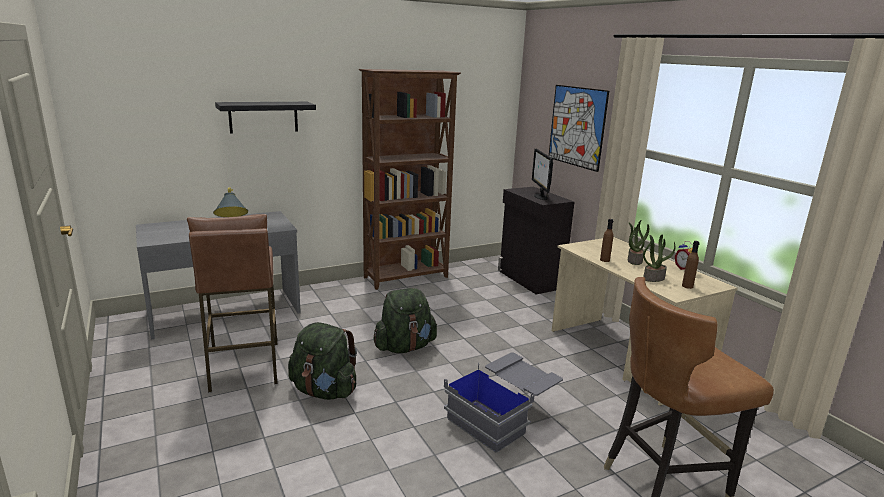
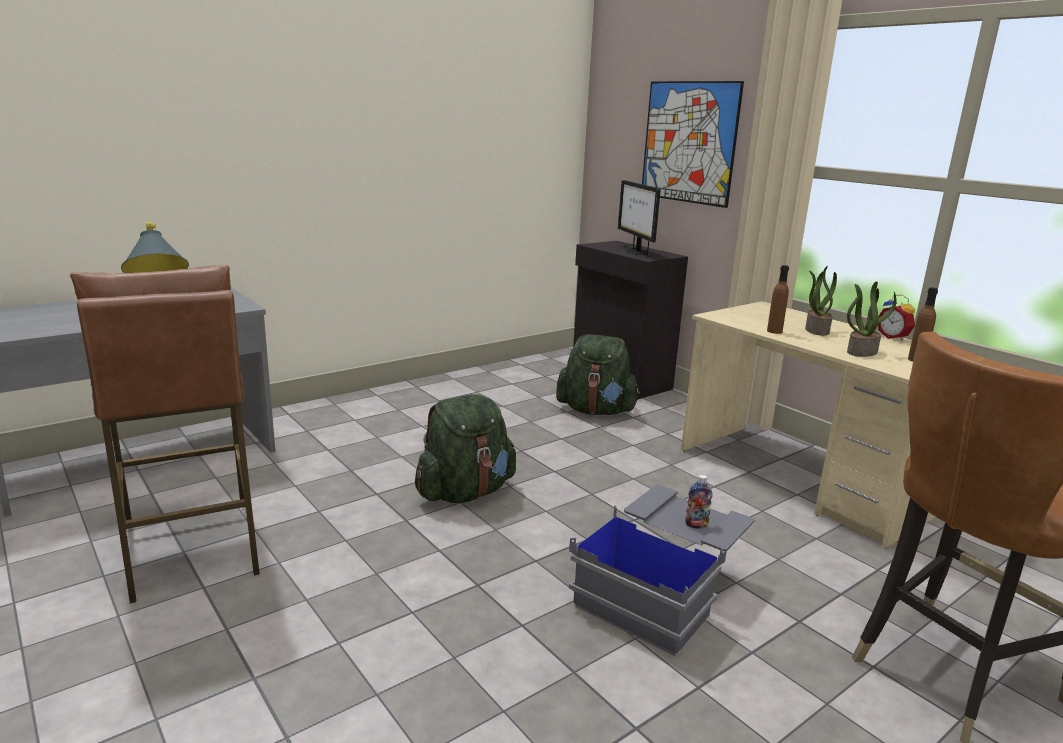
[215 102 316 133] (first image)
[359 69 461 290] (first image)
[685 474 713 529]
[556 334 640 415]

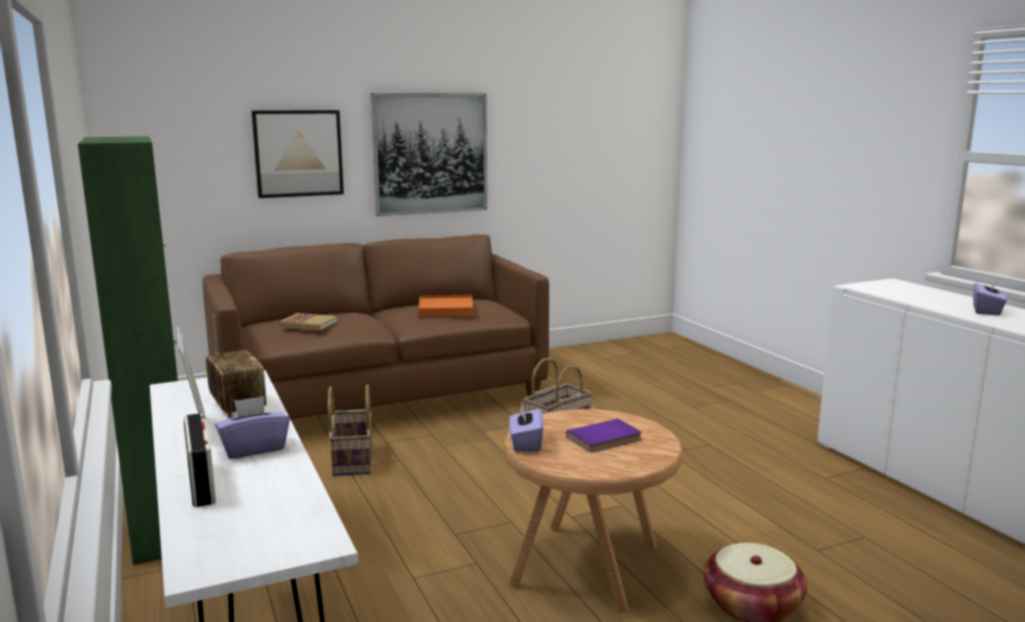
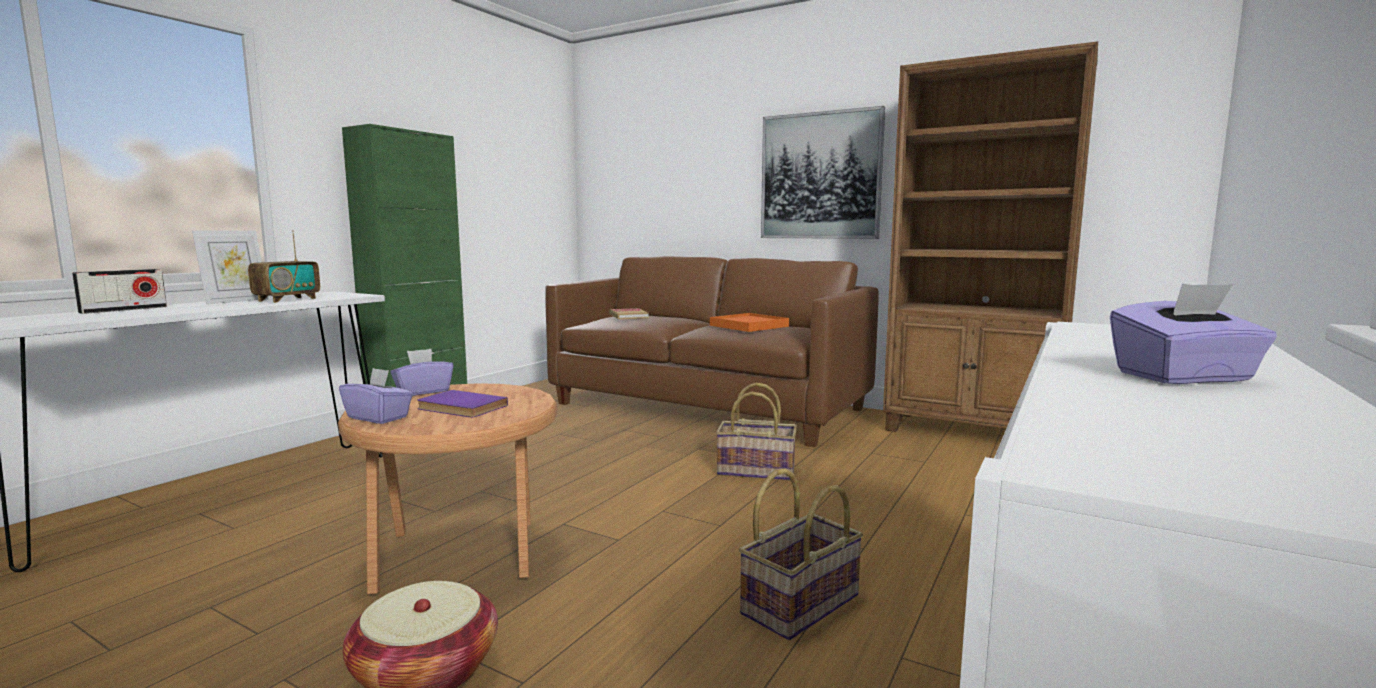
[251 110 344 198] (first image)
[883 41 1098 432]
[339 368 413 424]
[739 468 863 640]

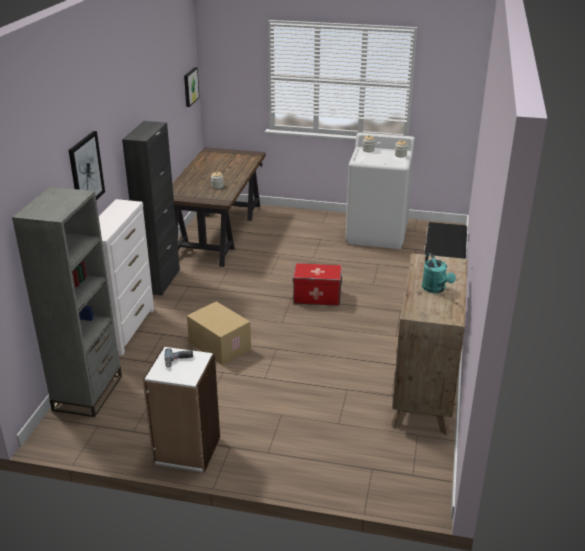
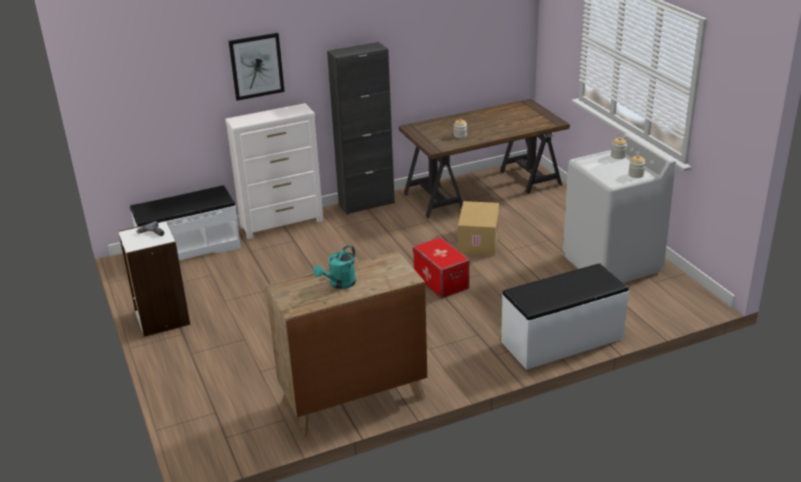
[184 67 200 107] (first image)
[458 201 499 256]
[130 185 241 260]

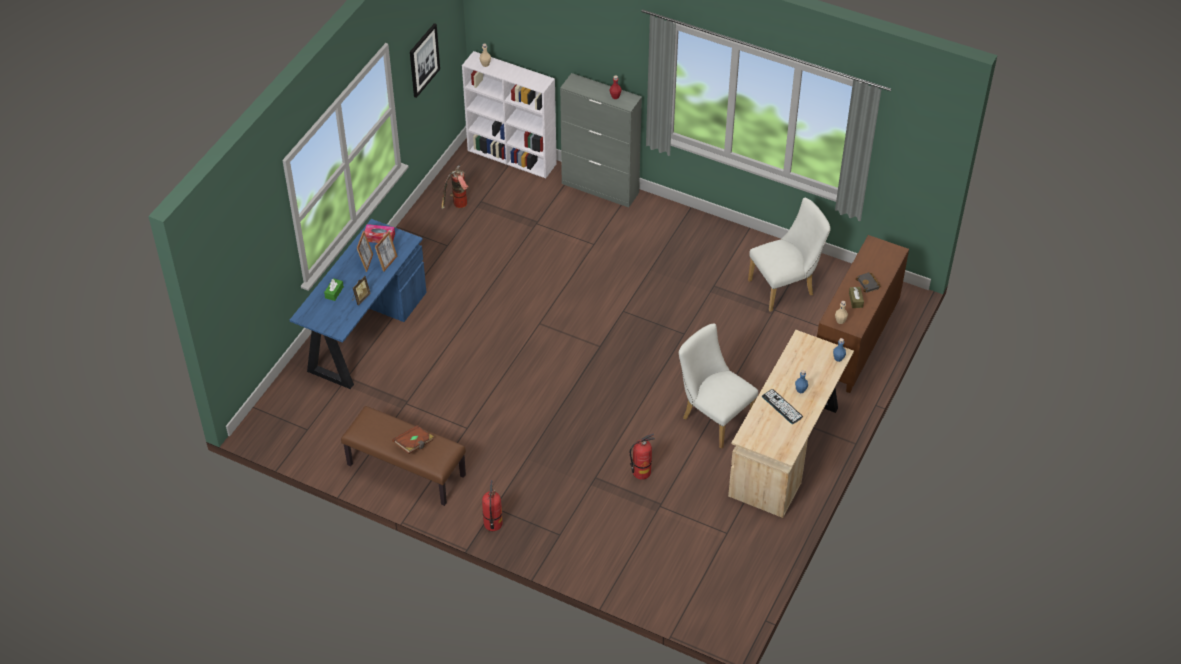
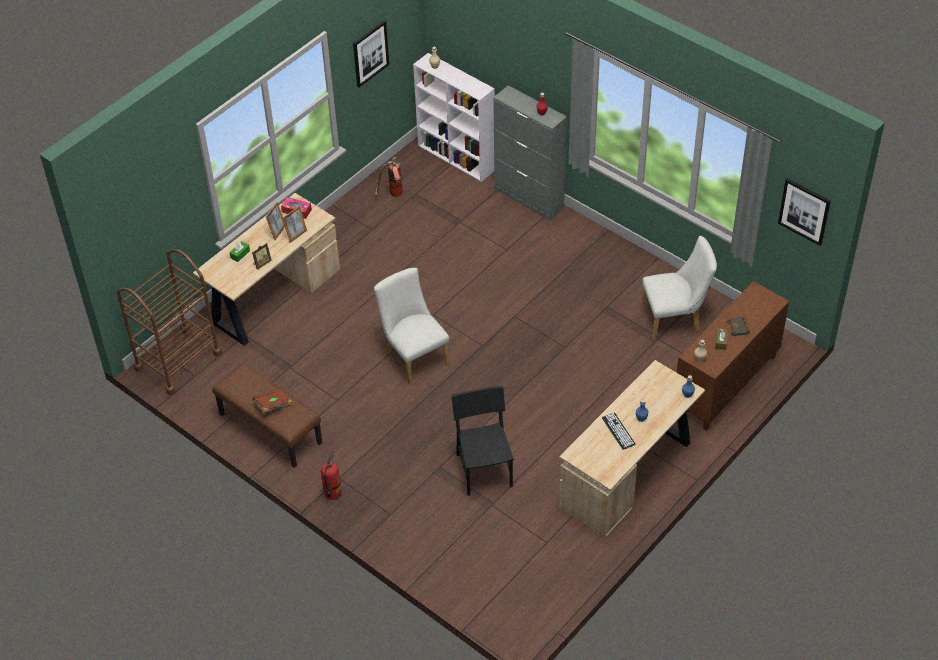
[116 249 222 395]
[778 178 831 246]
[374 268 449 384]
[452 386 514 496]
[193 193 340 346]

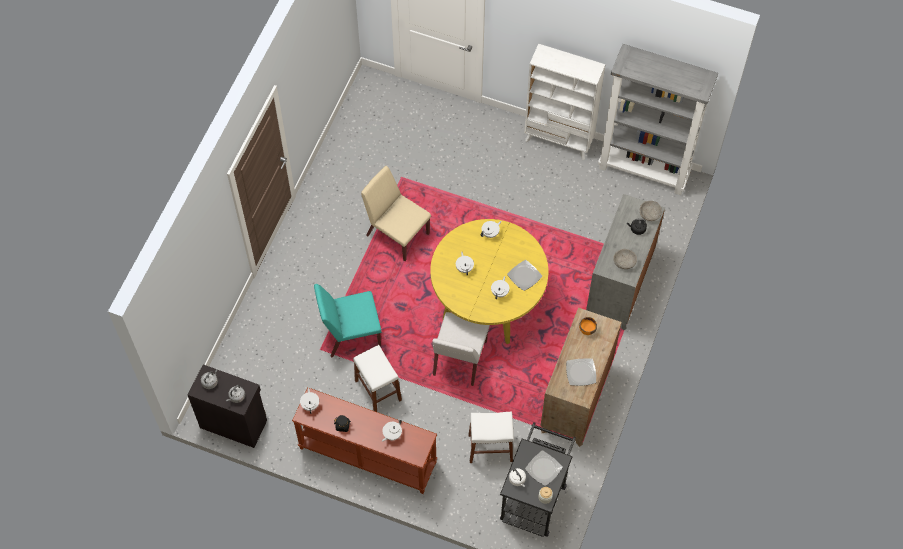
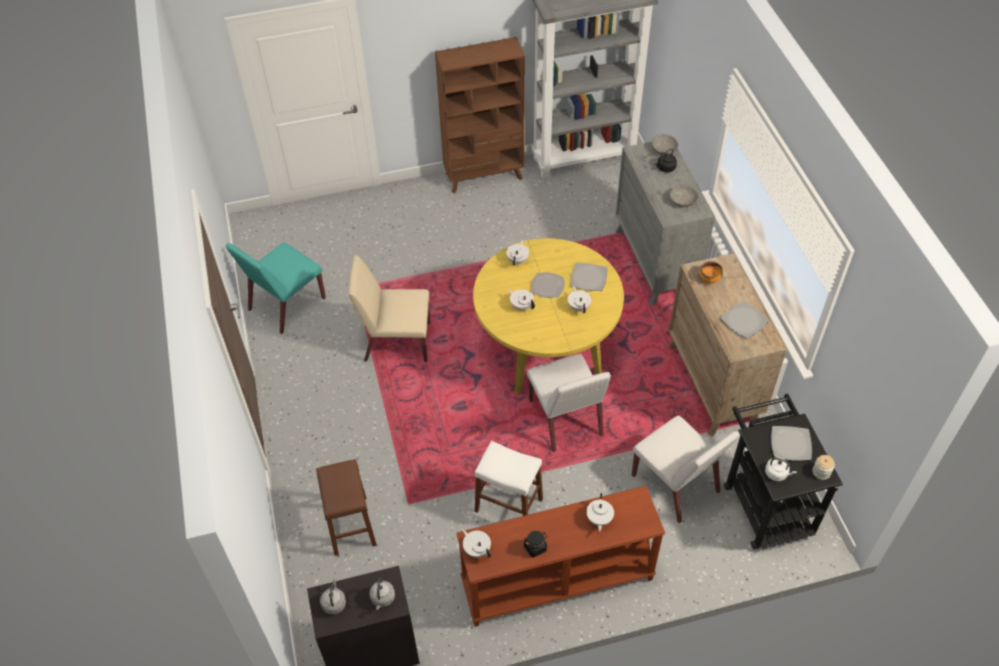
[316 459 377 556]
[531 273 565 298]
[226 242 326 334]
[632 415 740 523]
[435 37 525 193]

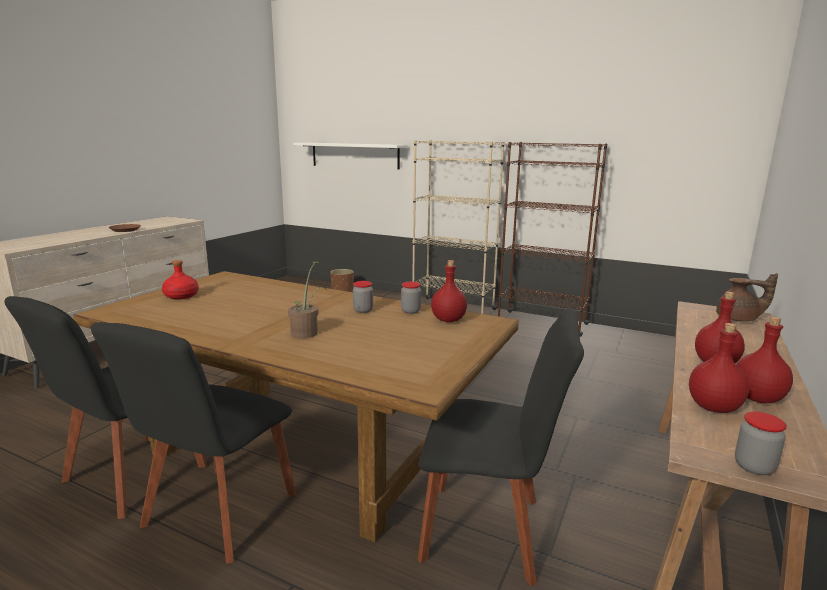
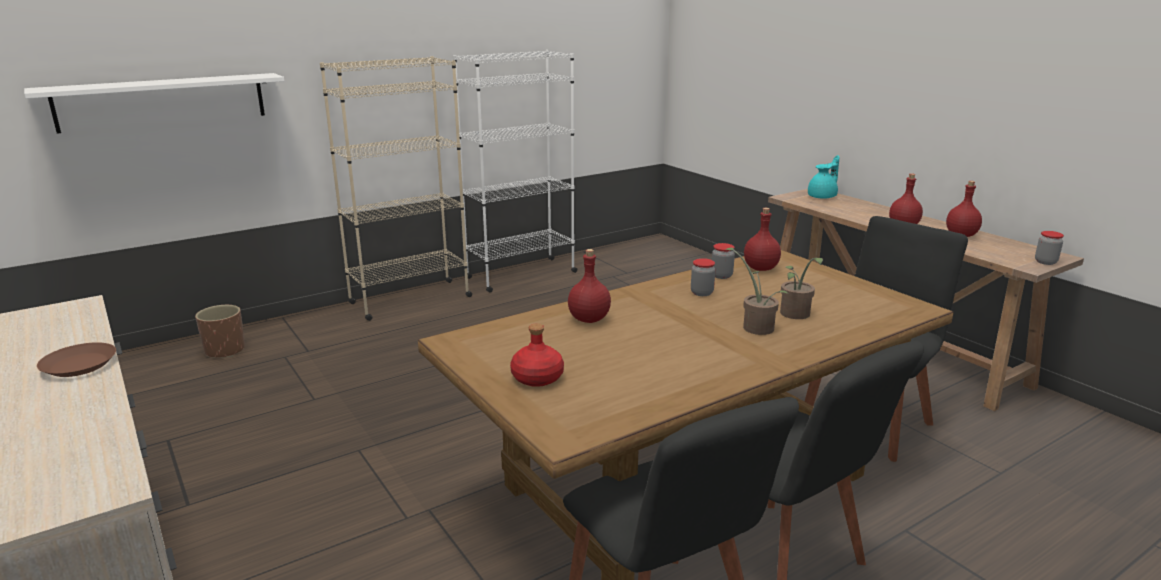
[780 257 823 319]
[568 249 611 323]
[453 50 578 293]
[808 155 839 199]

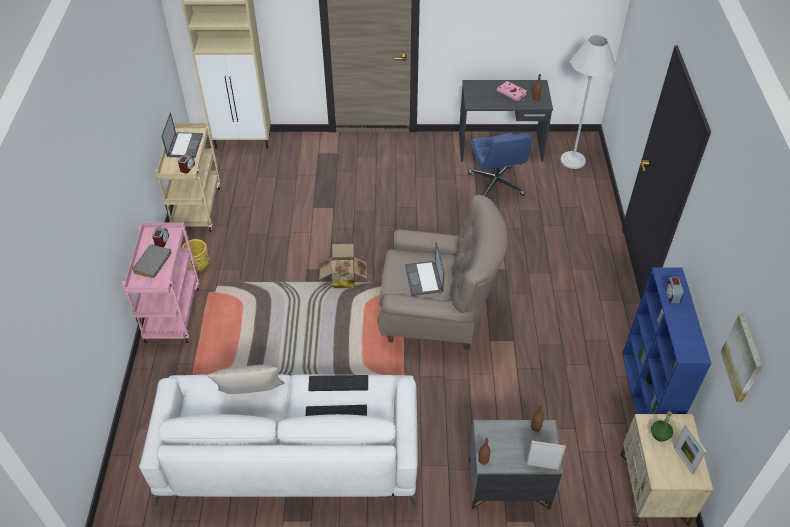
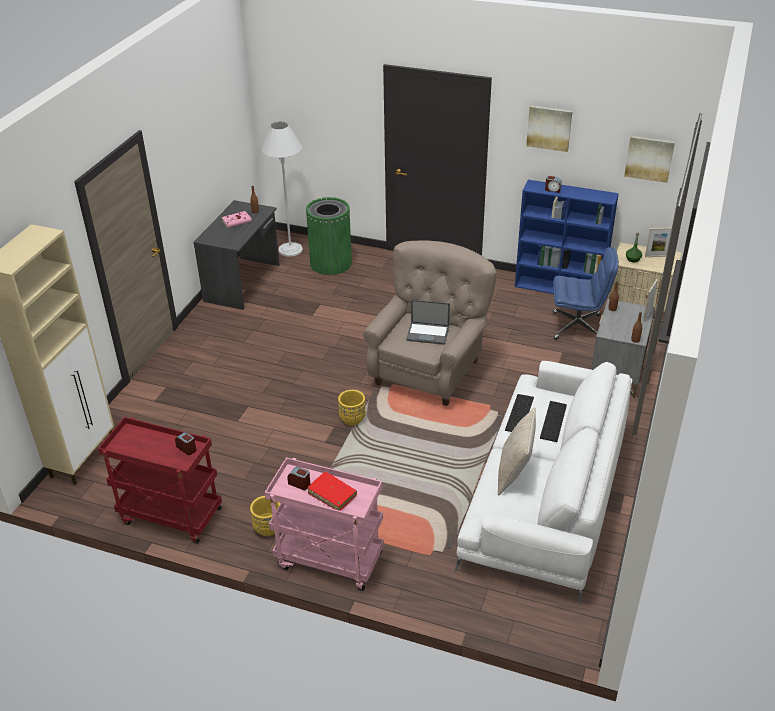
[161 112 203 158] (first image)
[306 197 352 275]
[526 105 573 152]
[552 247 619 340]
[338 390 366 425]
[308 472 357 511]
[98 417 222 544]

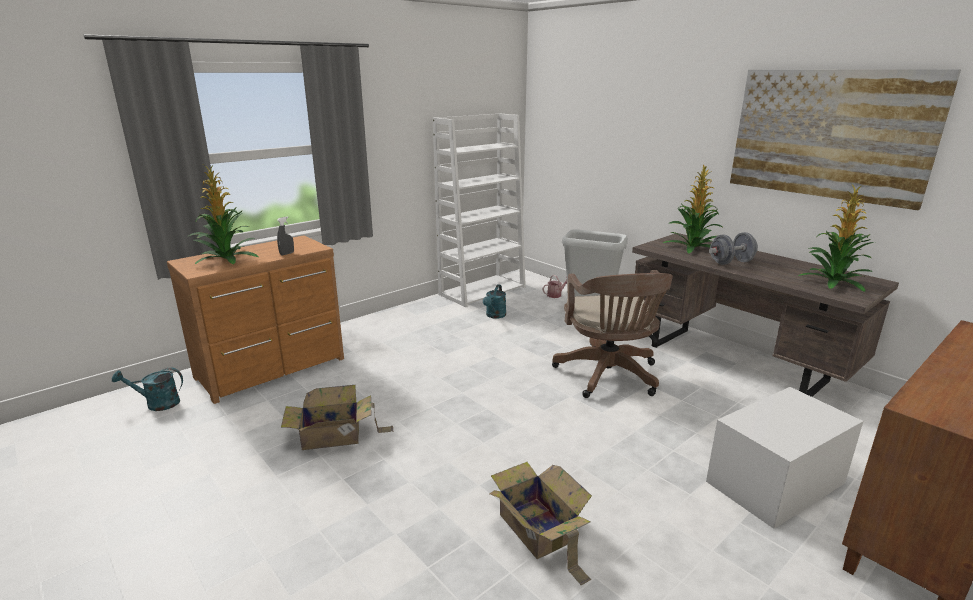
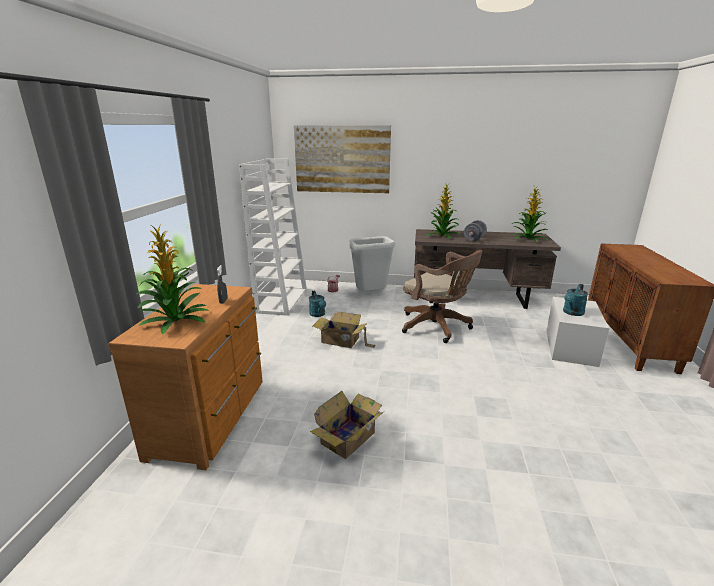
[563 284 588 316]
[313 312 376 348]
[294 125 391 193]

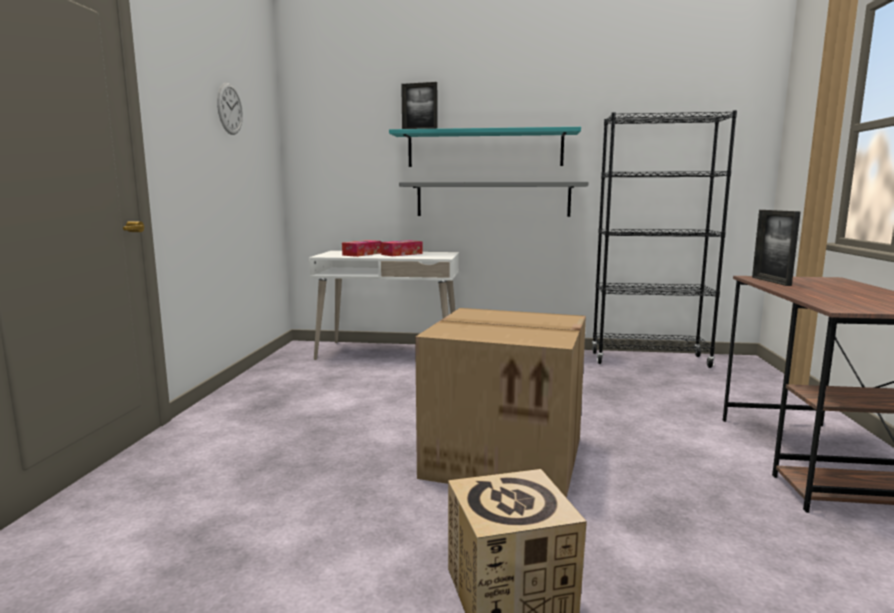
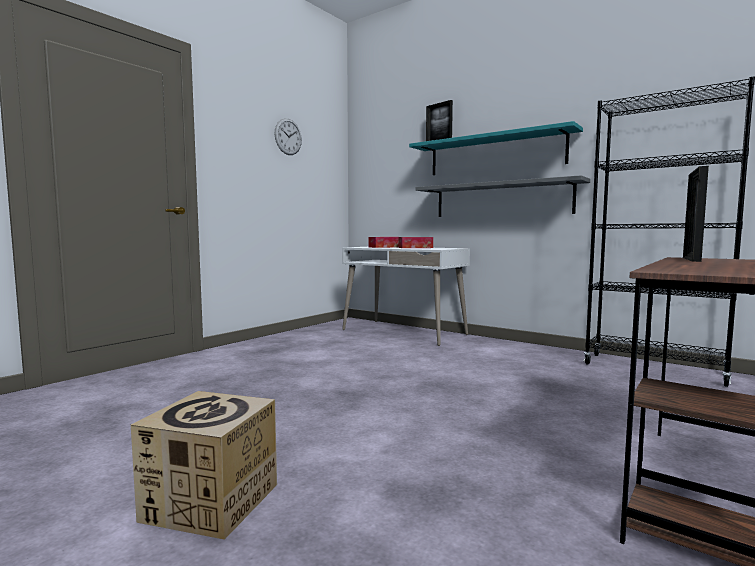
[415 308 586 498] (first image)

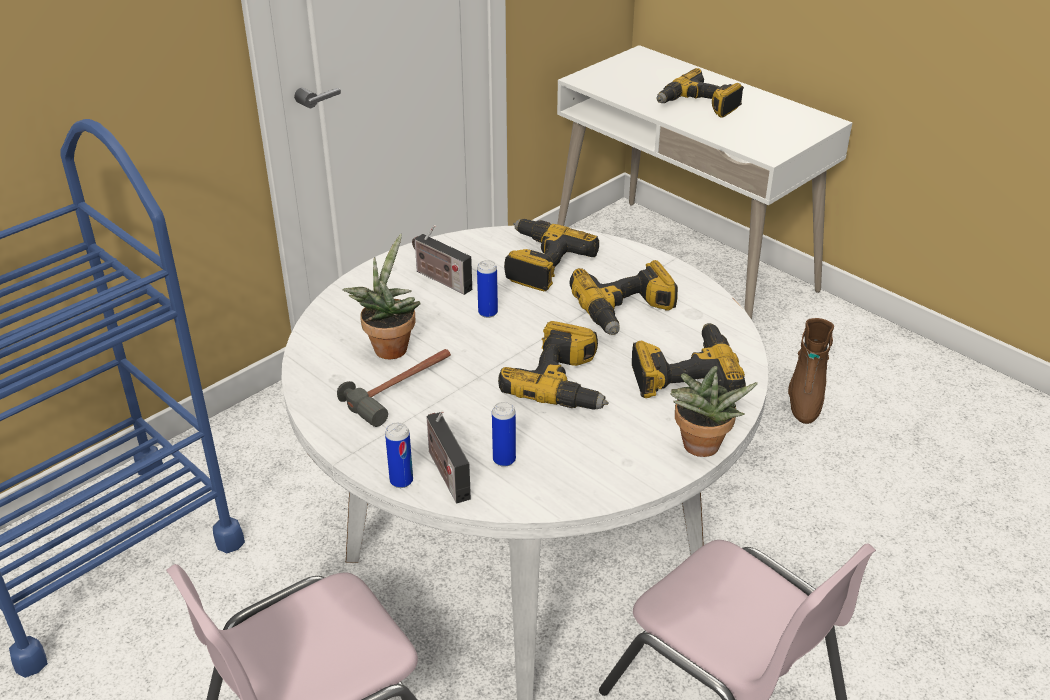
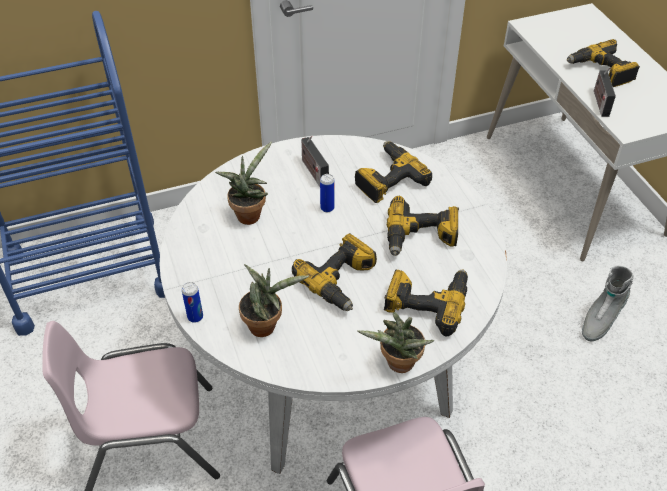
[337 349 451 427] (first image)
[594 67 616 117]
[239 264 309 337]
[582 265 634 341]

